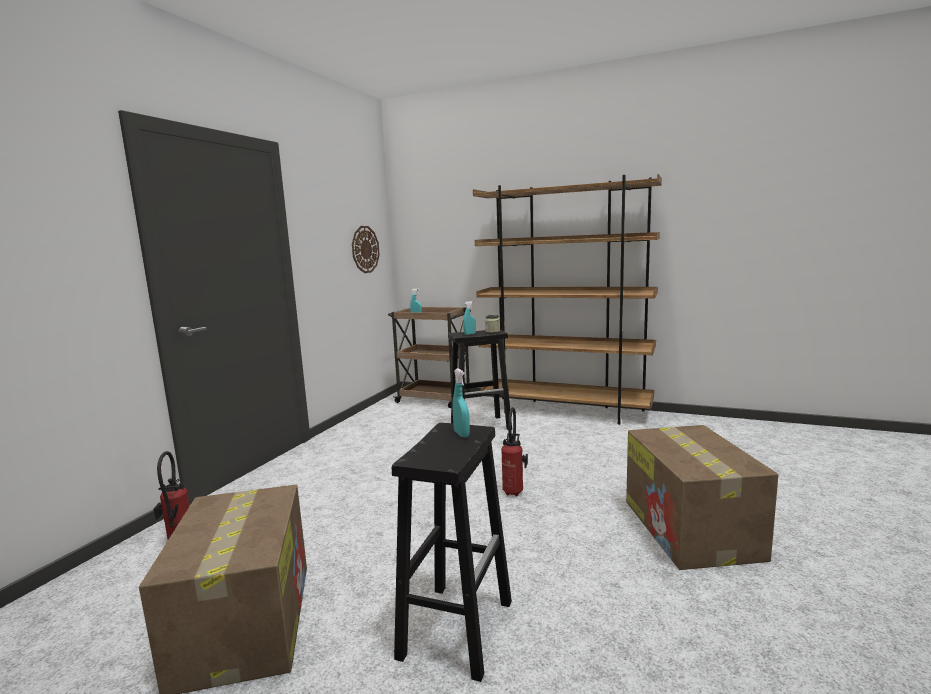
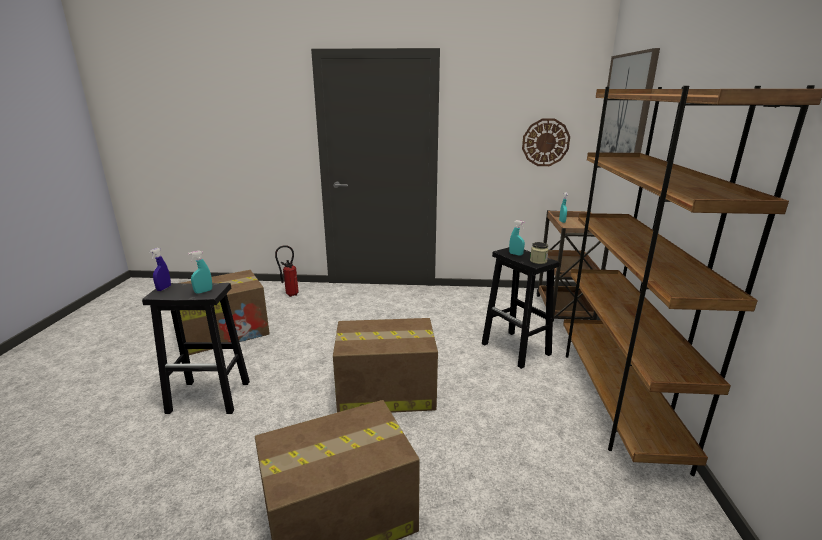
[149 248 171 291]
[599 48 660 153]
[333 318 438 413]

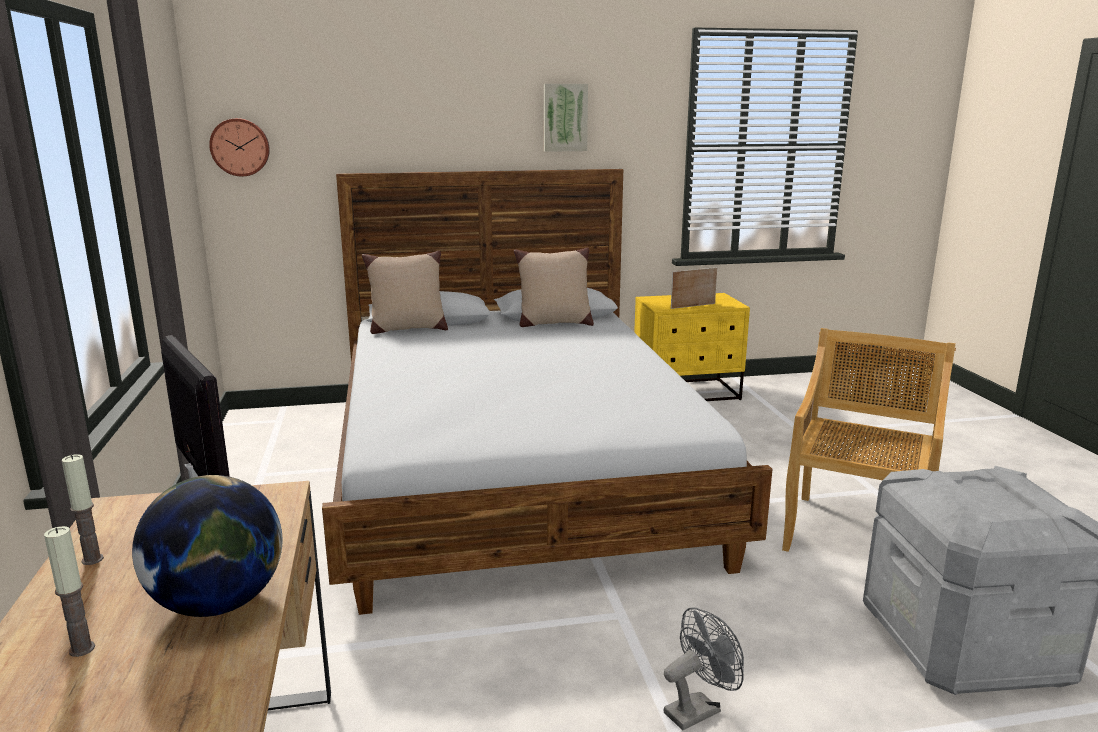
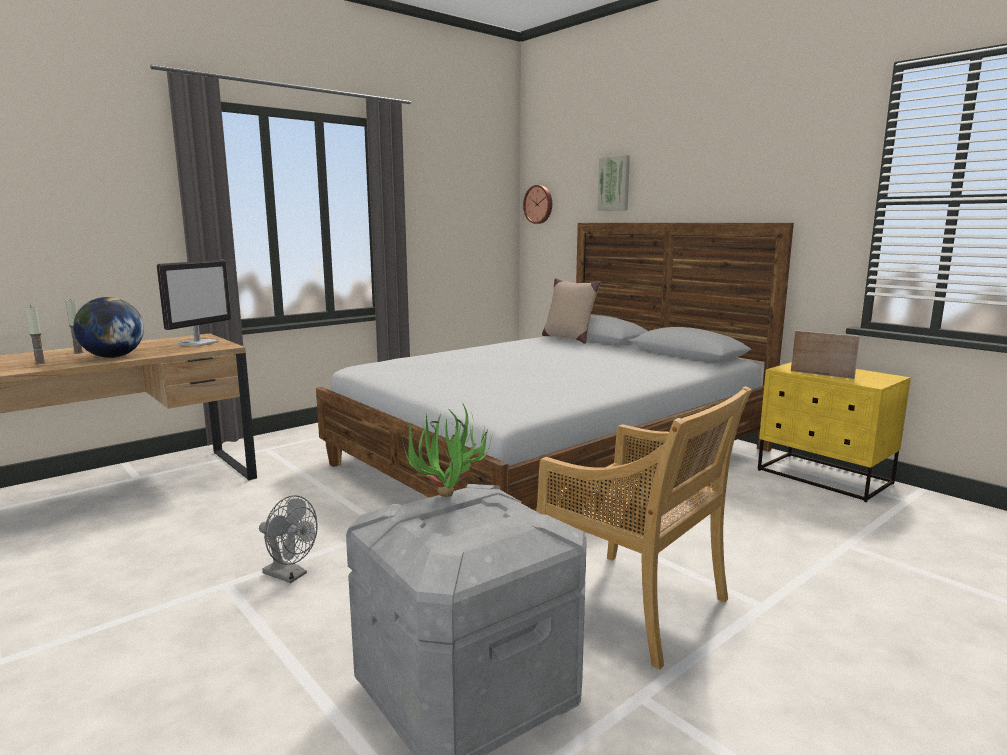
[514 247 594 327] (first image)
[402 402 494 497]
[25 305 46 364]
[597 155 630 211]
[536 386 752 670]

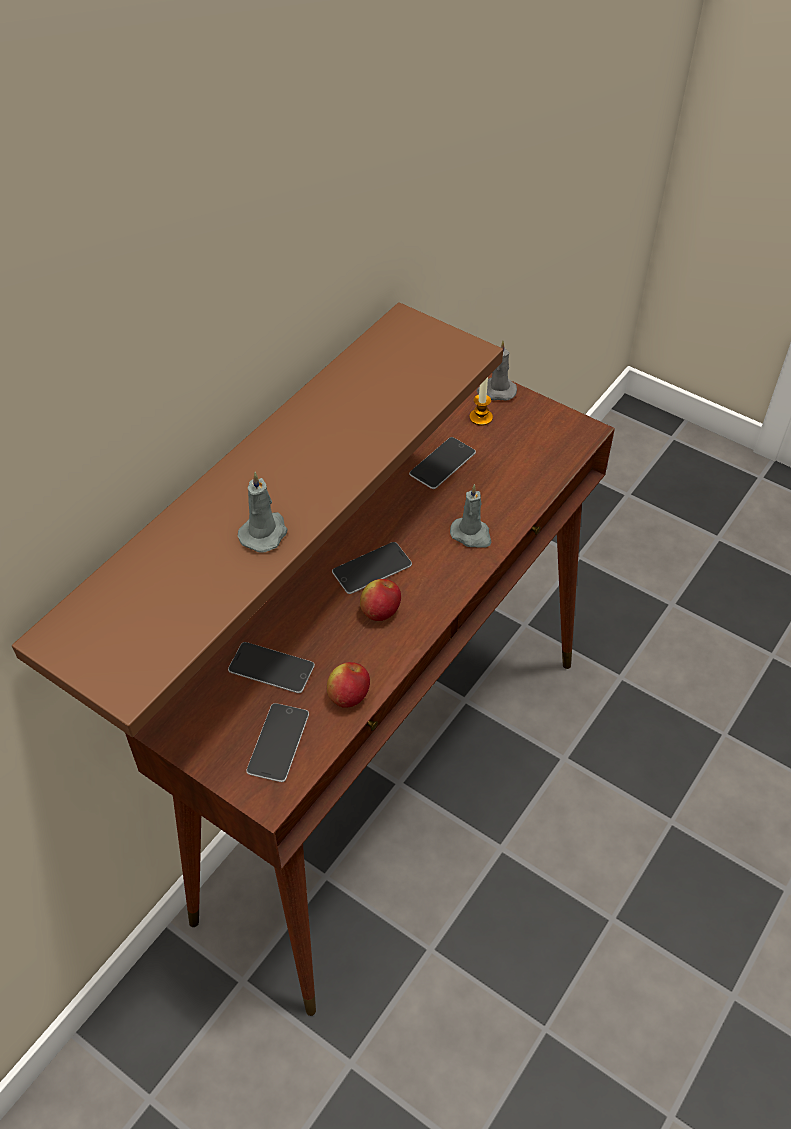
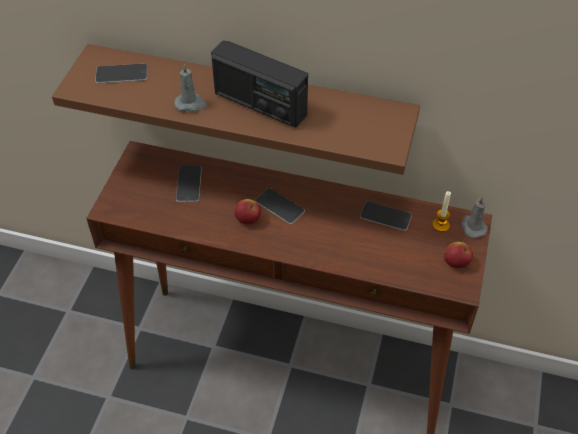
[450 484 492 547] (first image)
[211 40 308 127]
[95 64 147 83]
[444 242 473 268]

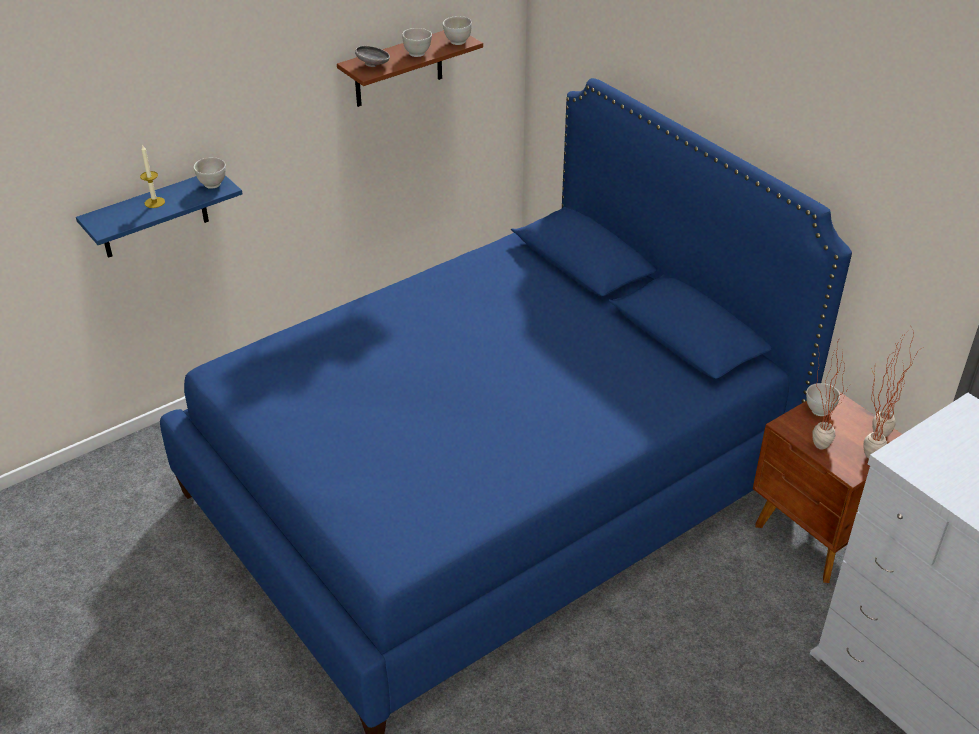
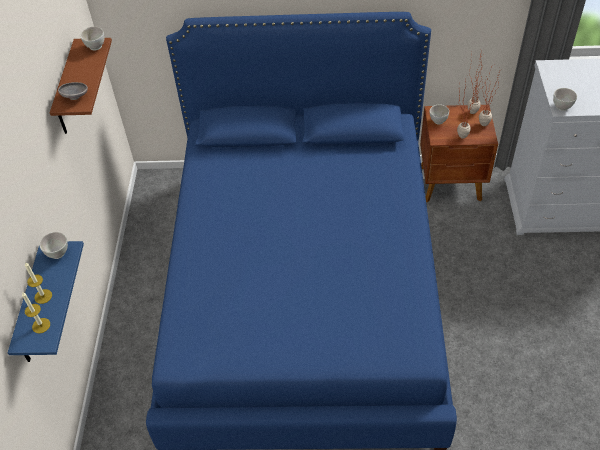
[22 292 50 334]
[553 88 577 111]

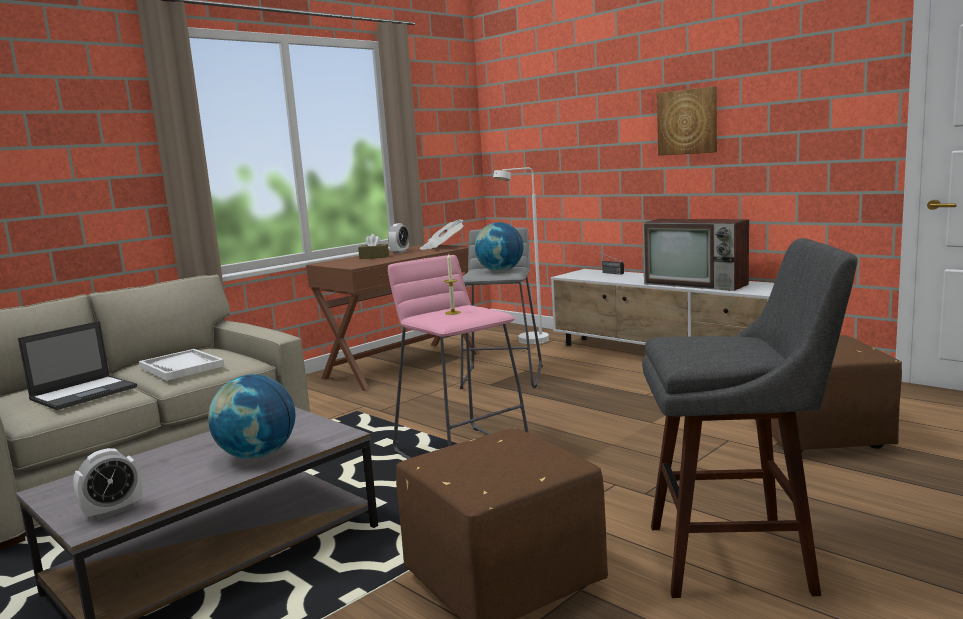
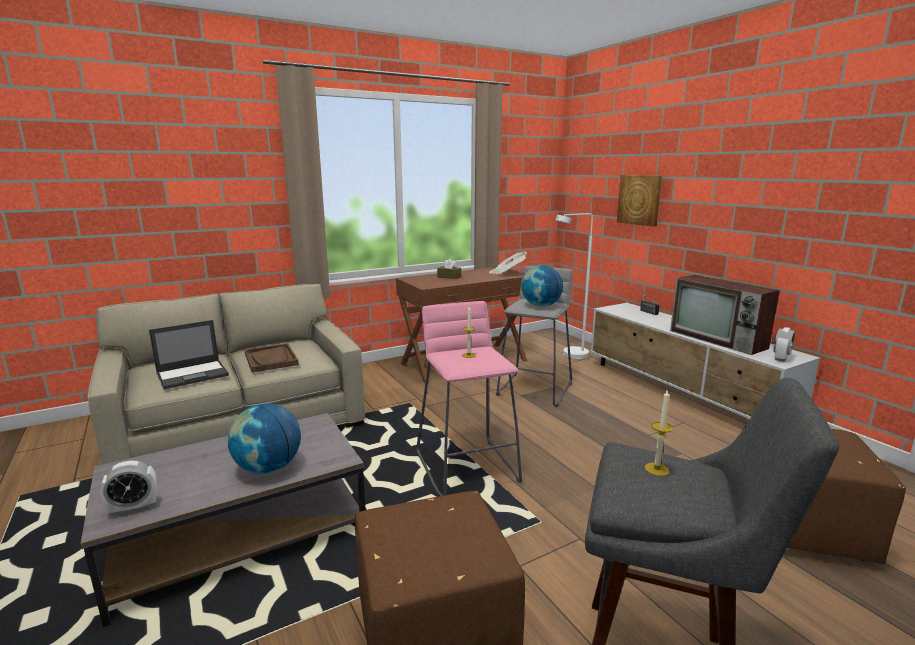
[645 390 673 476]
[773 327 795 362]
[617 175 662 227]
[245 343 299 373]

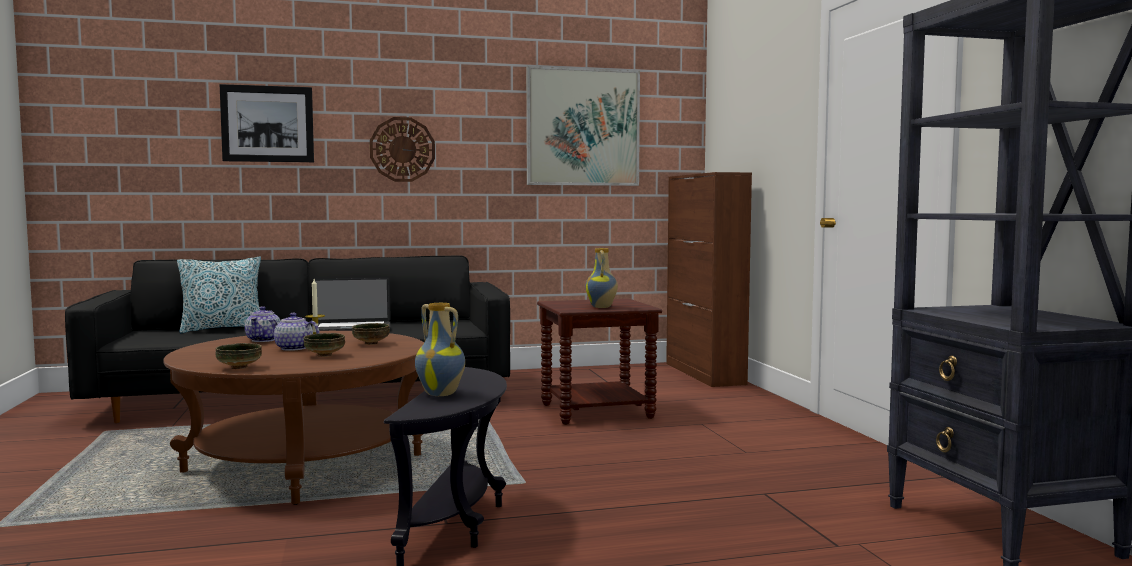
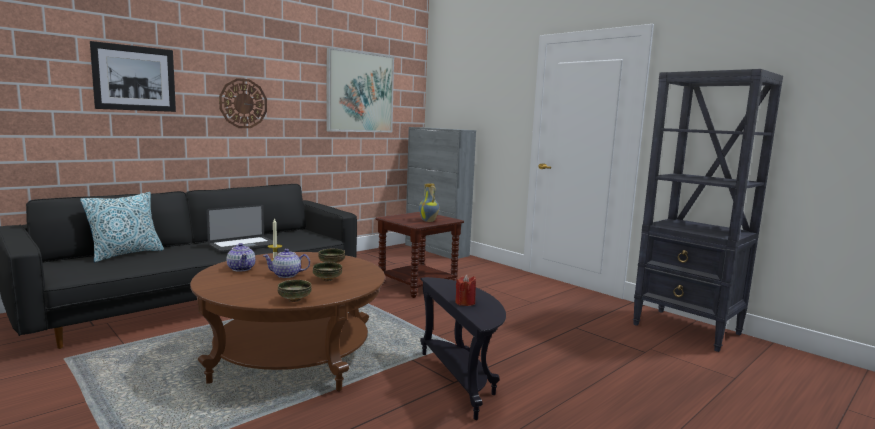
[455 274 476 306]
[405 127 476 259]

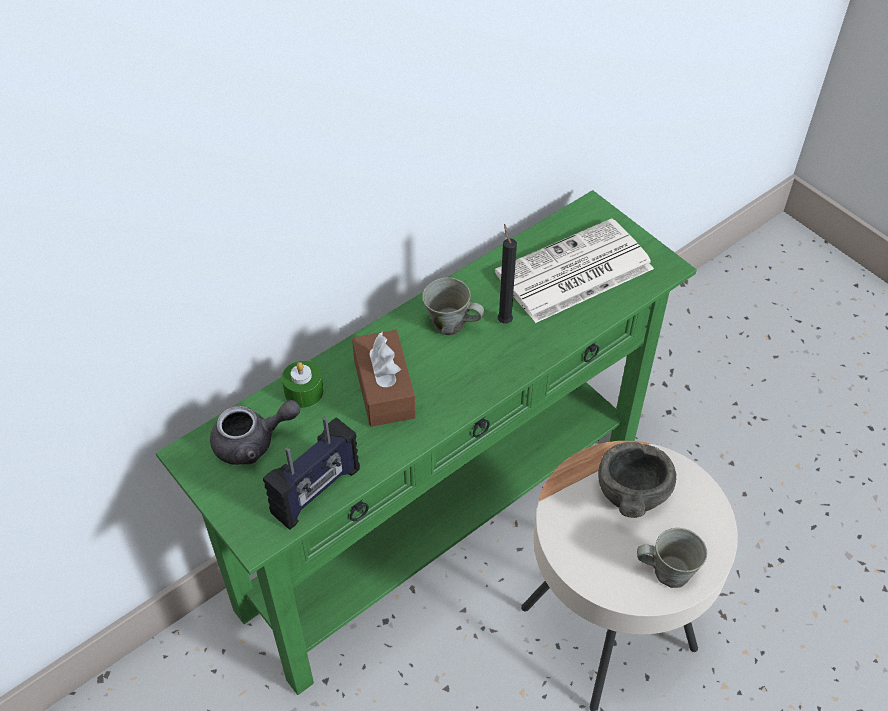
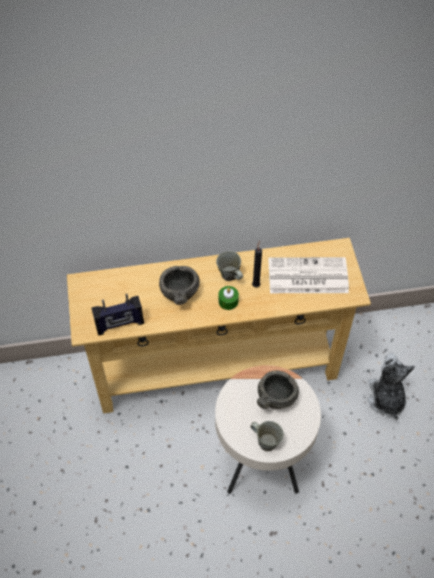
[210 400 300 465] (first image)
[368 353 415 420]
[219 286 239 310]
[159 266 200 305]
[67 238 371 413]

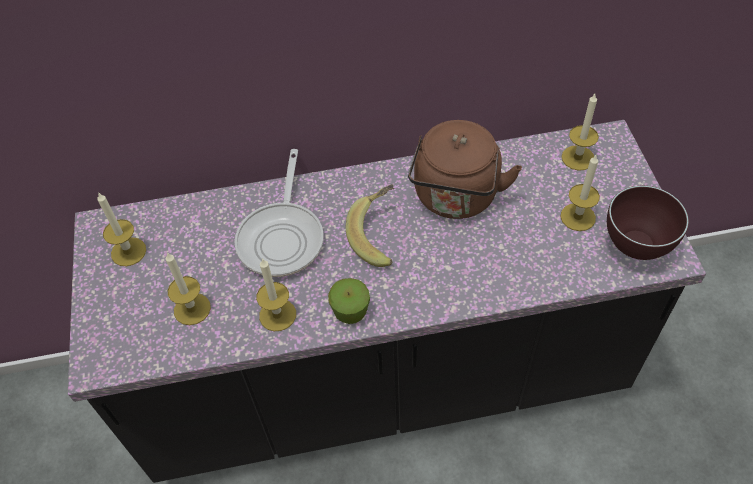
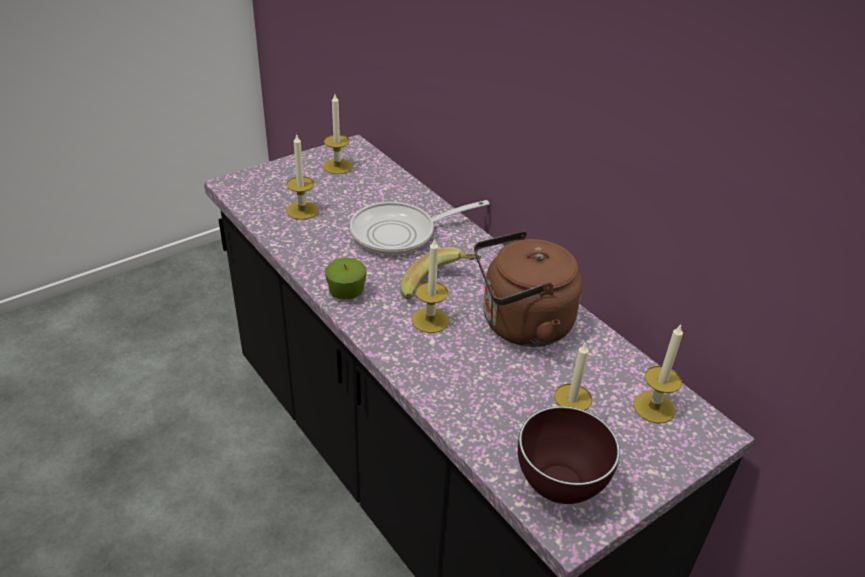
[412 238 449 333]

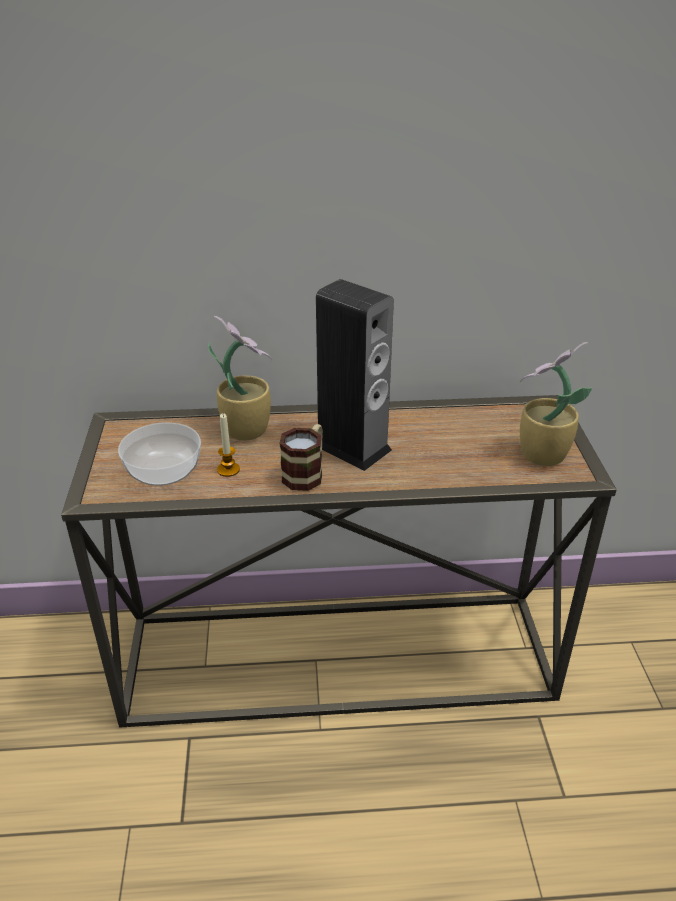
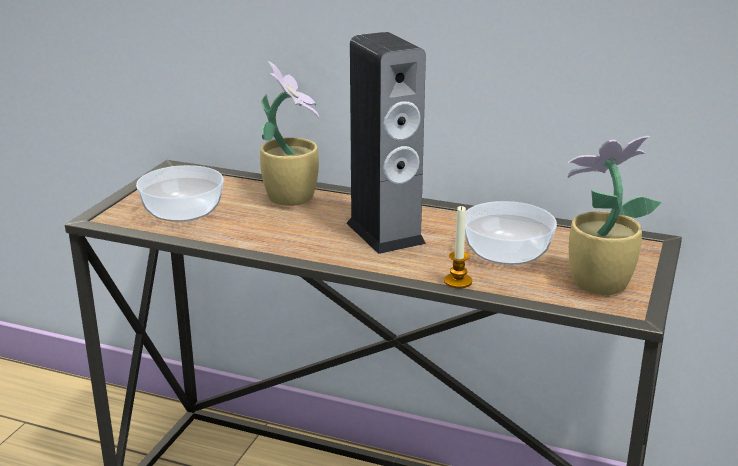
[279 424 323 491] (first image)
[465 201 557 265]
[444 205 472 288]

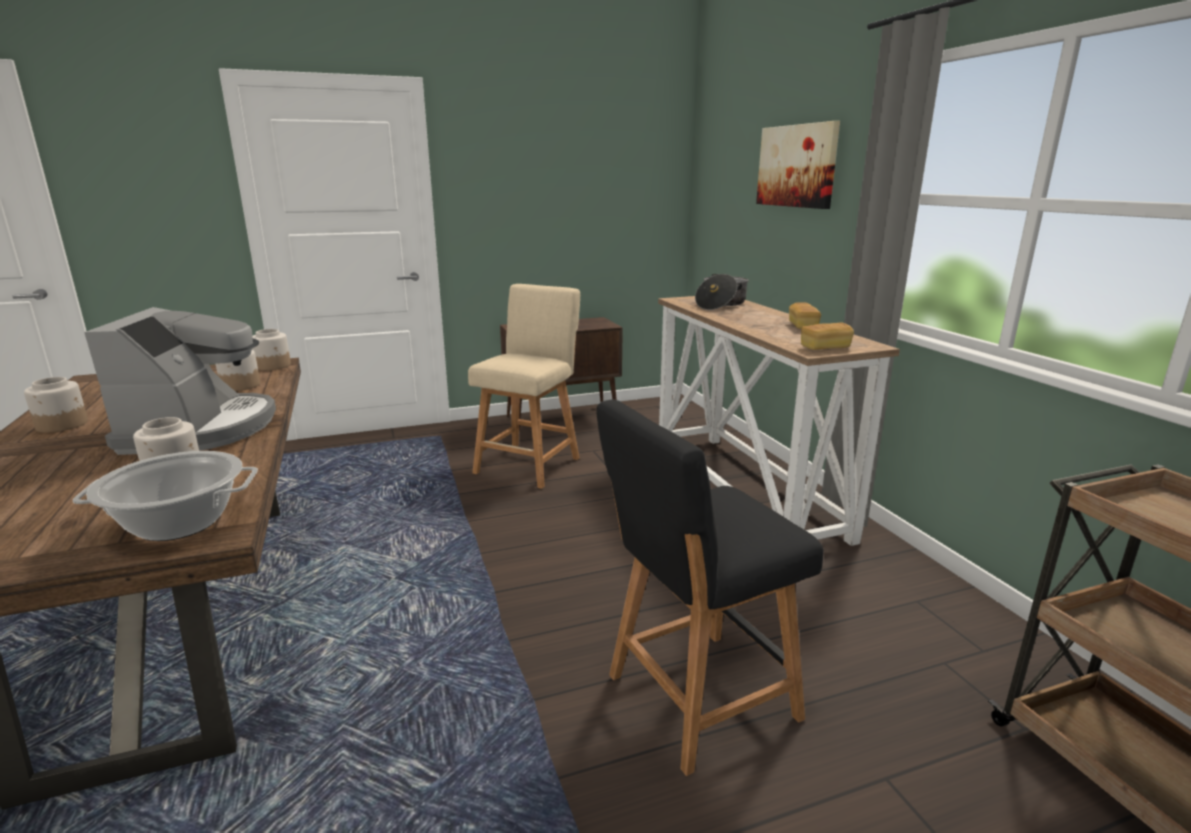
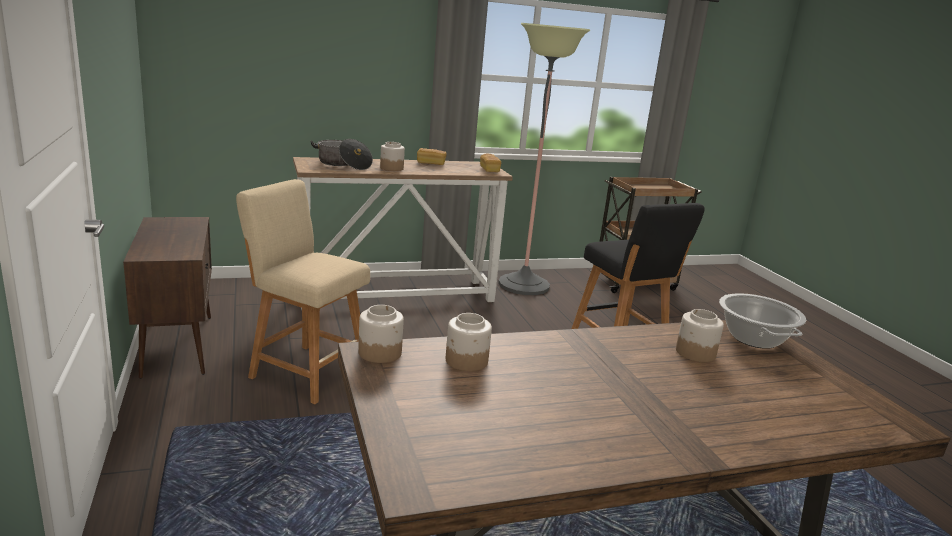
[84 307 276 455] (first image)
[756 121 840 209] (first image)
[498 23 590 295]
[380 142 405 171]

